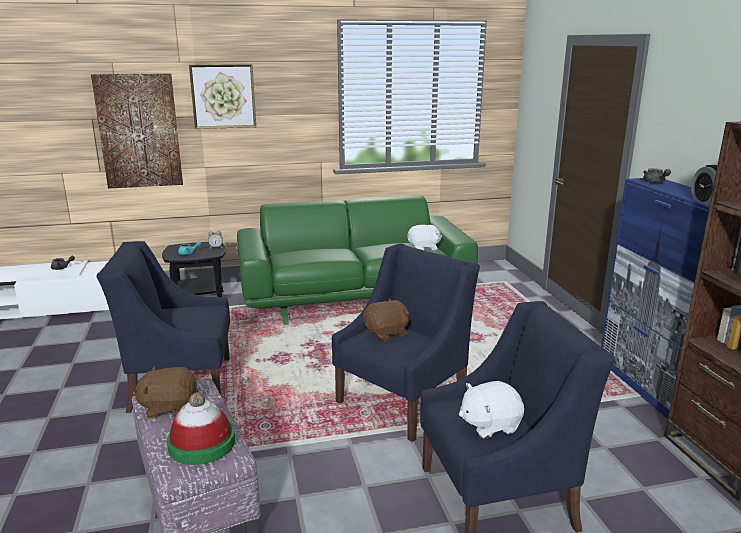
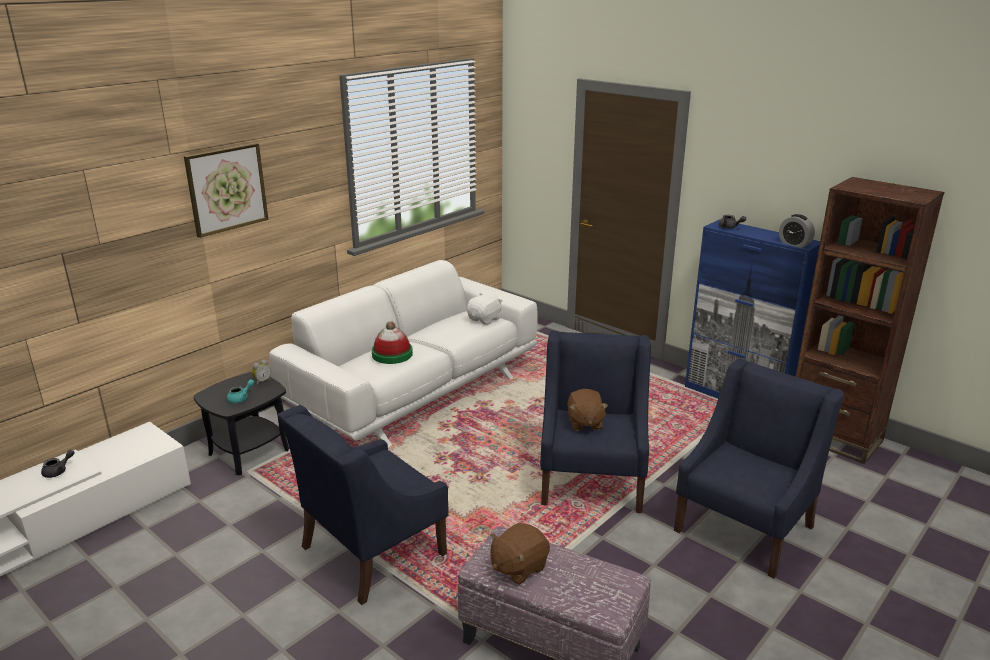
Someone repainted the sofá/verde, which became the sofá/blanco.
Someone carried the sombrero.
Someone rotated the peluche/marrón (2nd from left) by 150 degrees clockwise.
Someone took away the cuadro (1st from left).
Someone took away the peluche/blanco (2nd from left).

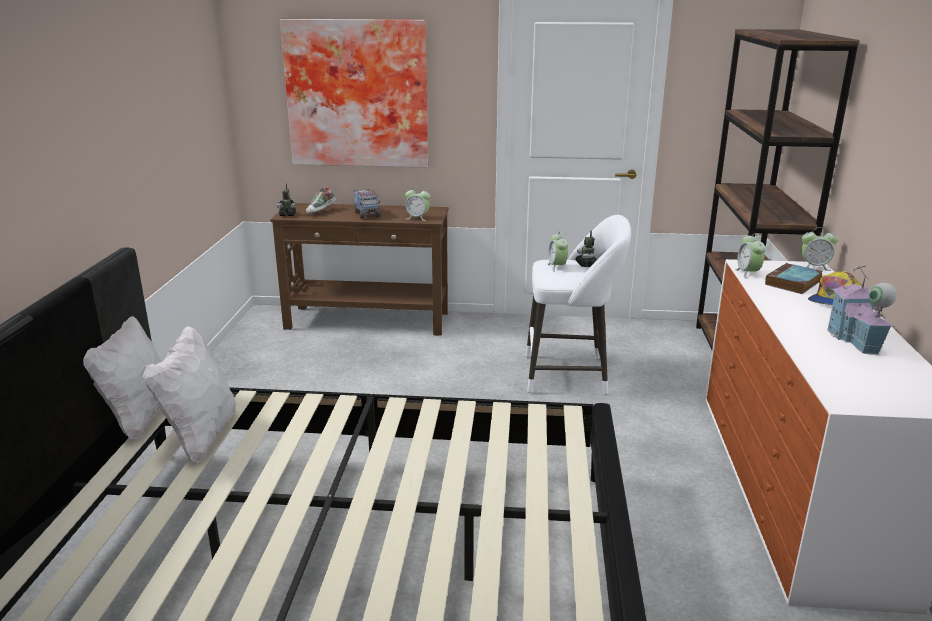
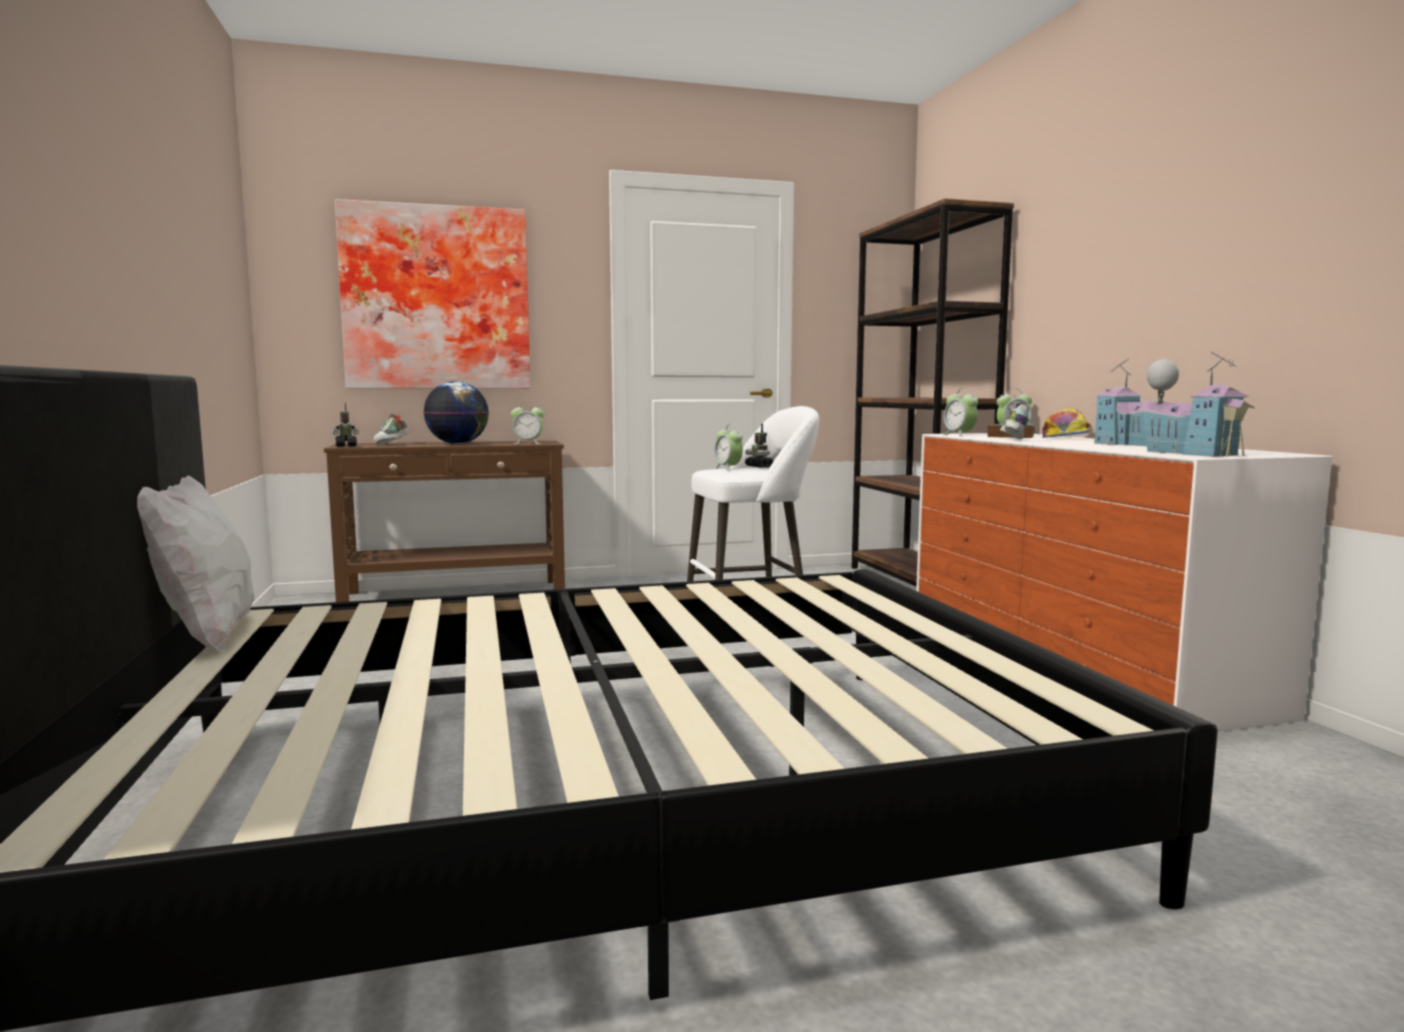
Someone swapped the camión de juguete for the globo terráqueo.
Someone put down the zapato (2nd from left).
Someone put down the casita (2nd from left).
Someone took away the cojín/blanco (2nd from left).

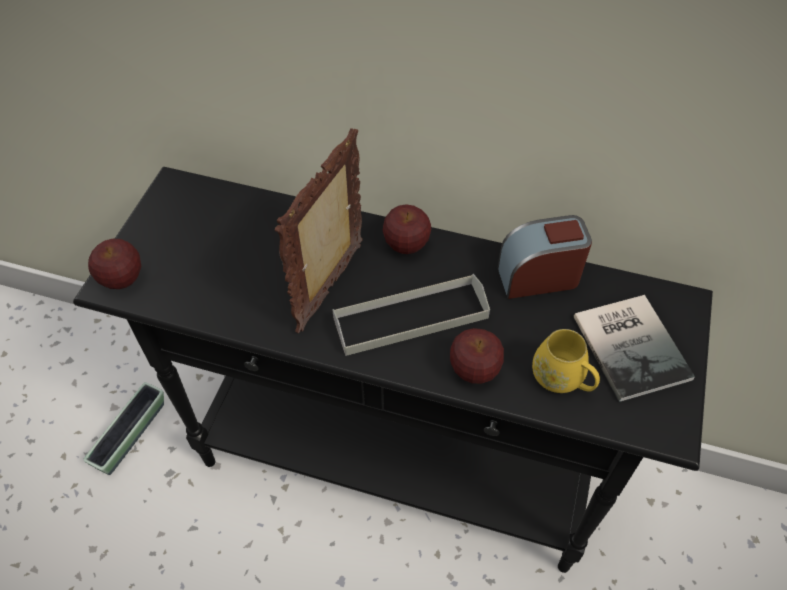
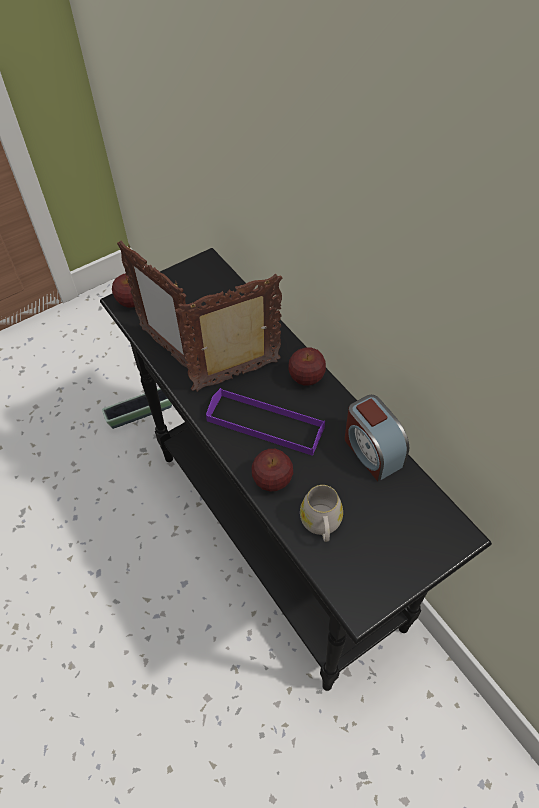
Someone put down the portarretratos (1st from left).
Someone repainted the bandeja/gris, which became the bandeja/morado.
Someone repainted the taza grande/amarillo, which became the taza grande/blanco.
Someone rotated the despertador by 150 degrees counterclockwise.
Someone took away the libro.

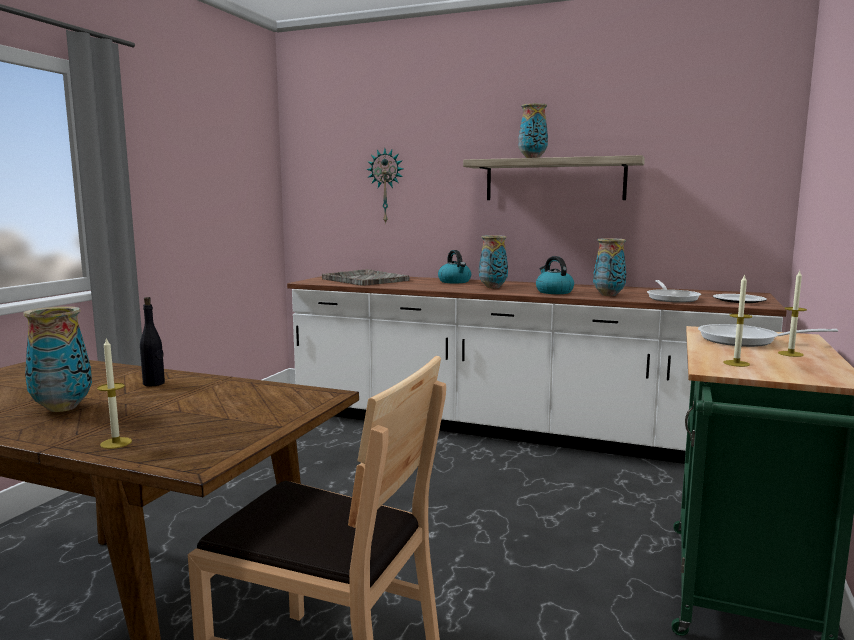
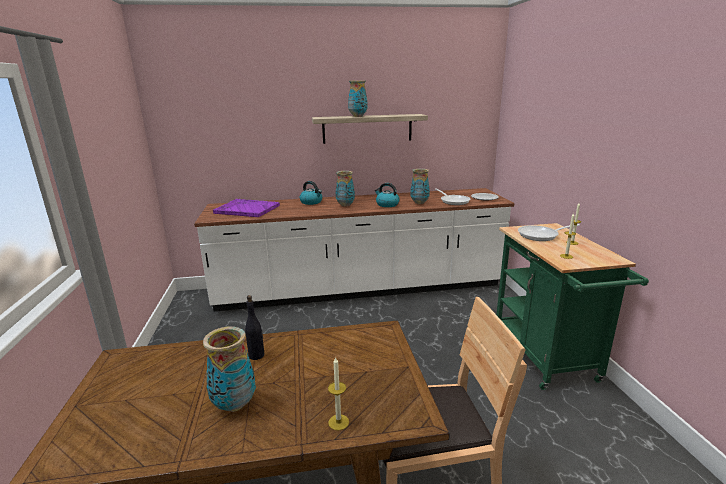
Someone repainted the bandeja/gris, which became the bandeja/morado.
Someone took away the reloj de pared.

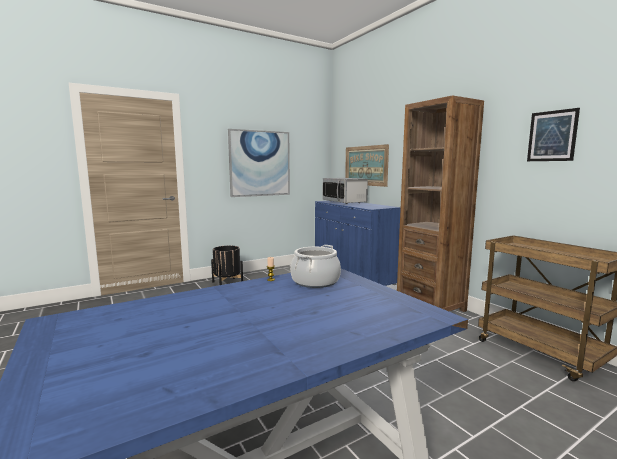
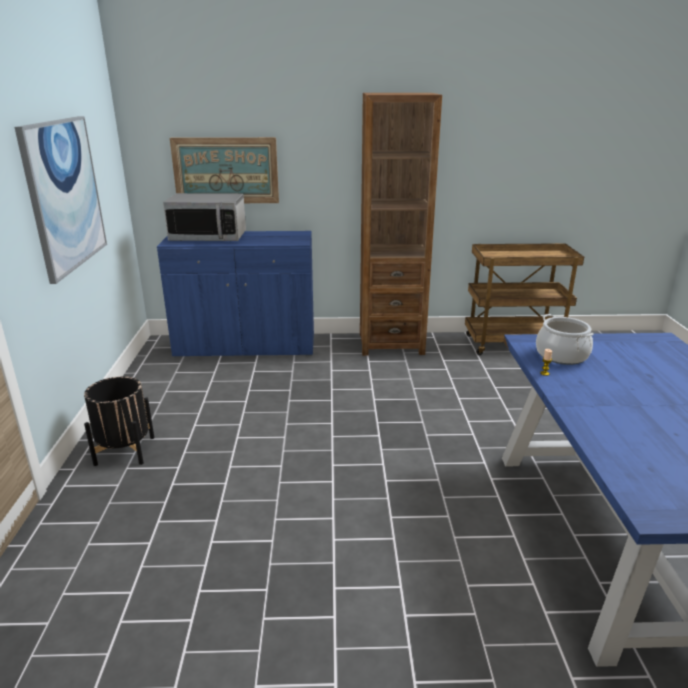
Someone took away the cuadro (3rd from left).

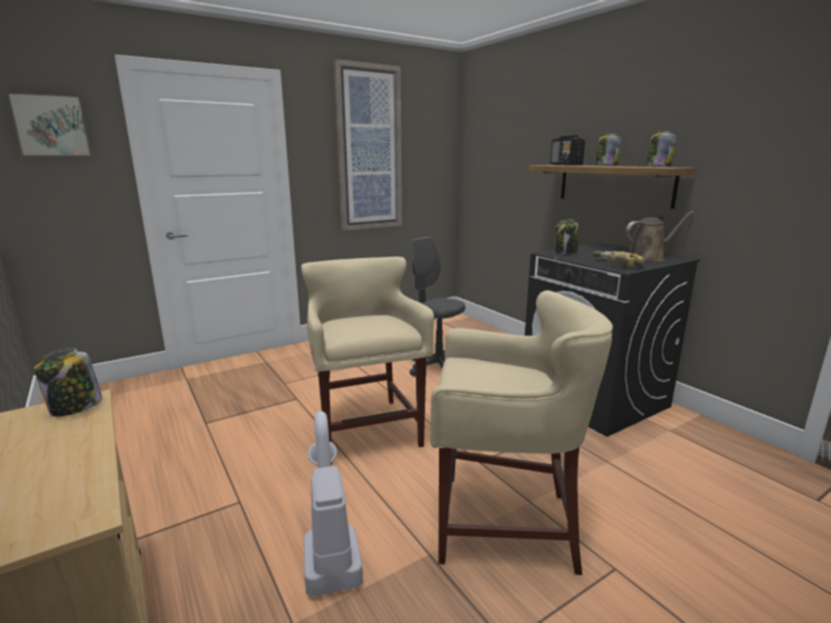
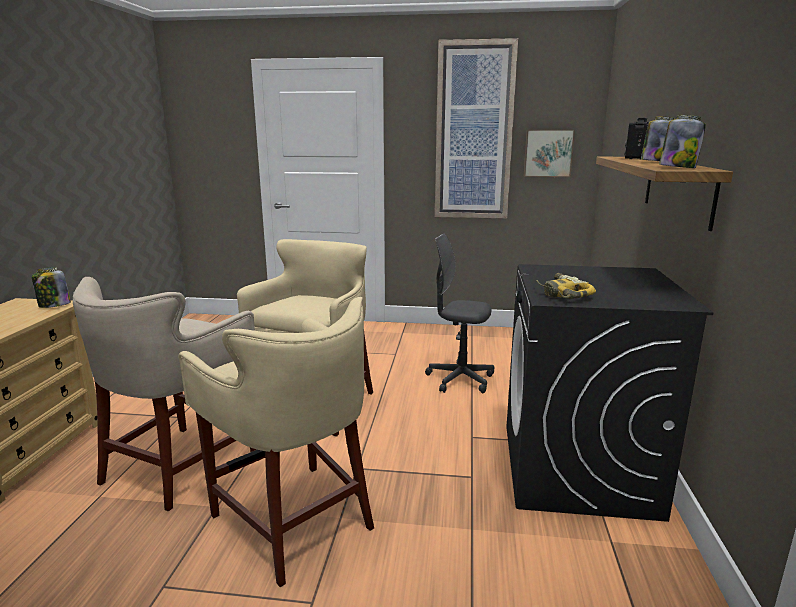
Someone swapped the aspiradora for the taburete/beis (1st from left).
Someone rotated the silla de oficina/gris by 60 degrees counterclockwise.
Someone carried the cuadro (1st from left in the first image).
Someone took away the tarro (2nd from left).
Someone took away the regadera/marrón.

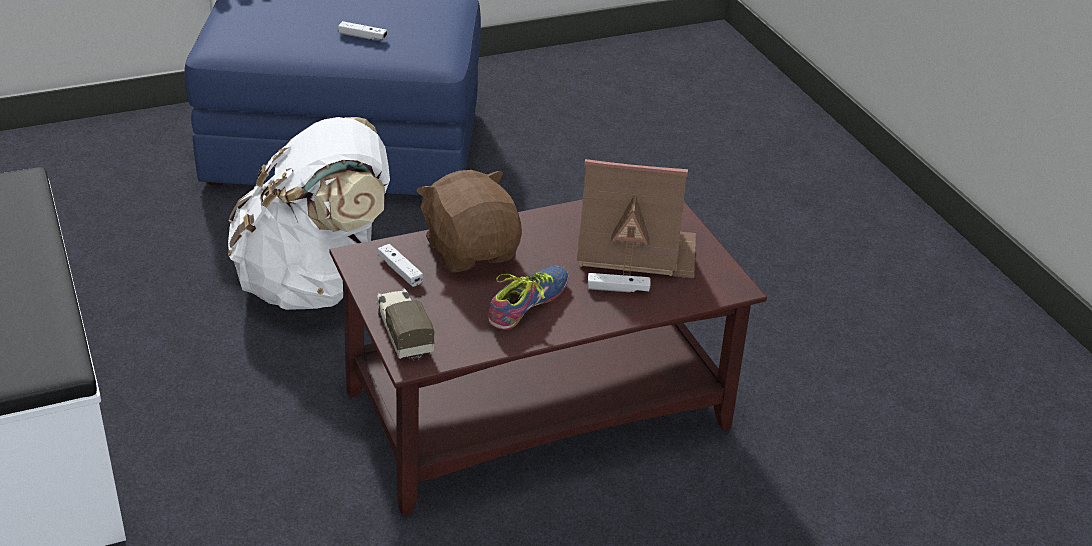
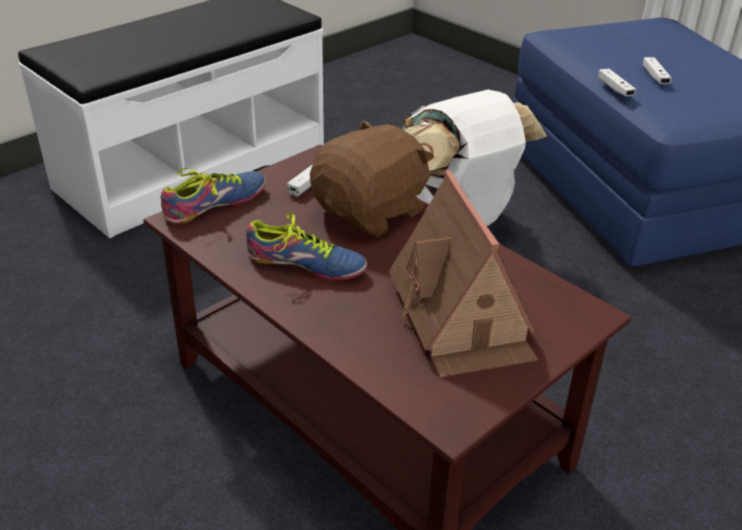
Someone swapped the camión de juguete for the zapato (1st from left).
Someone carried the mando de consola/blanco (3rd from left in the first image).

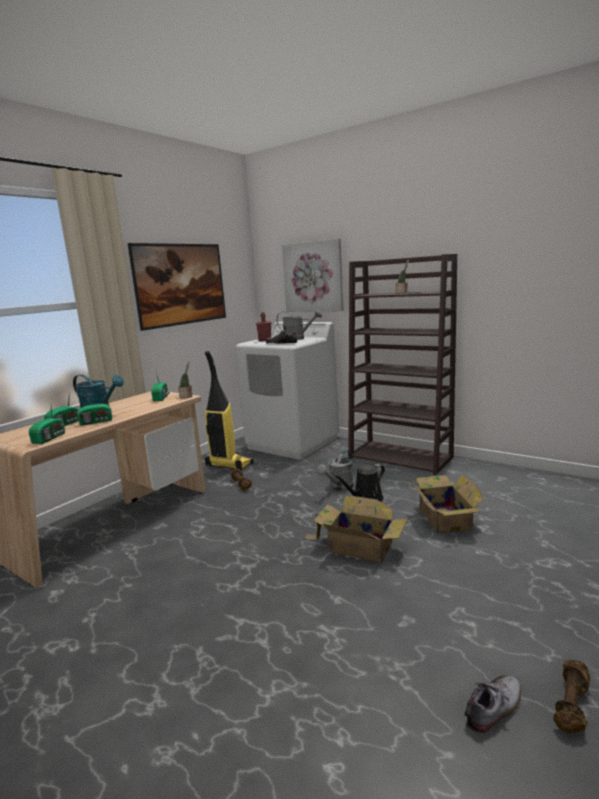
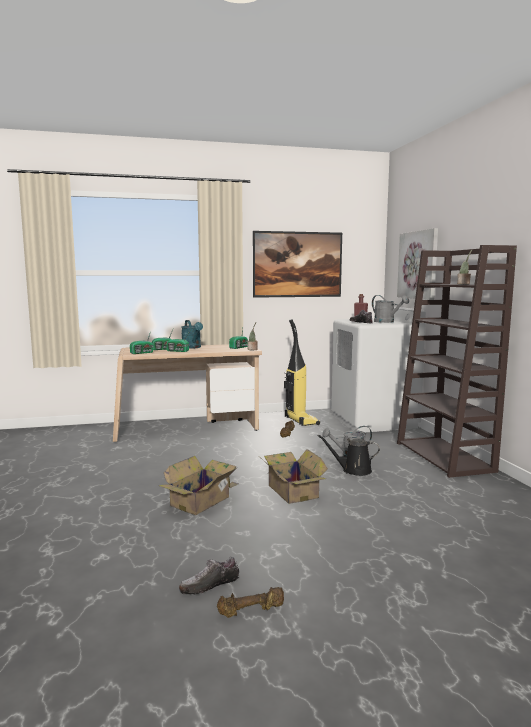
Someone carried the caja de cartón (2nd from left in the first image).
Someone rotated the zapato (2nd from left in the first image) by 150 degrees clockwise.

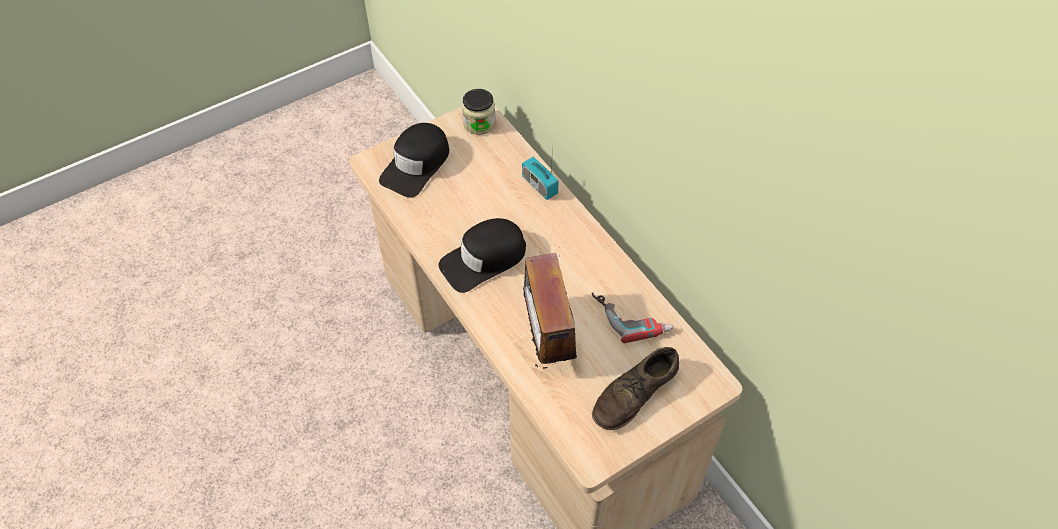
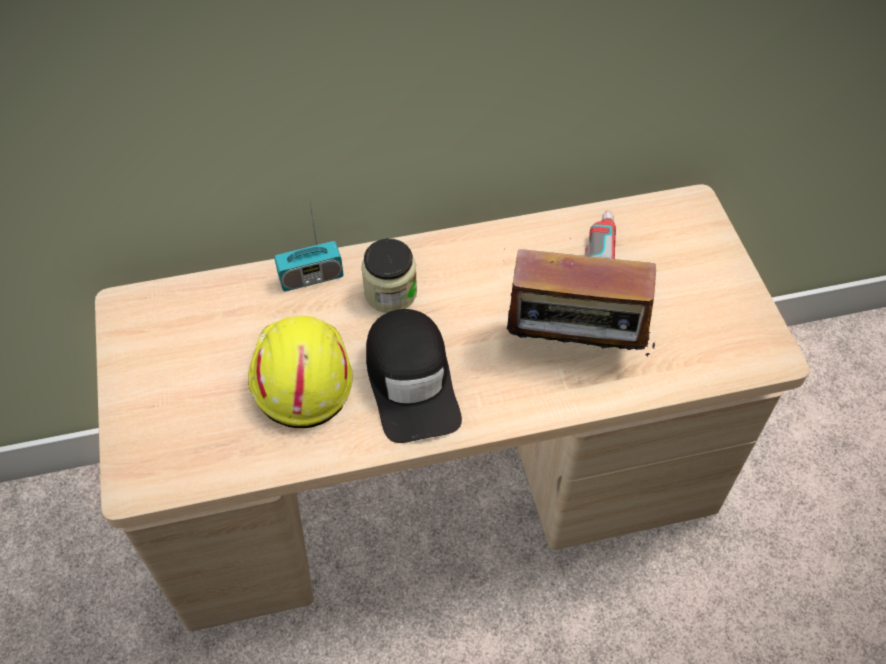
Someone put down the casco/amarillo.
Someone carried the tarro.
Someone took away the gorra/negro (1st from left).
Someone took away the zapato/marrón.

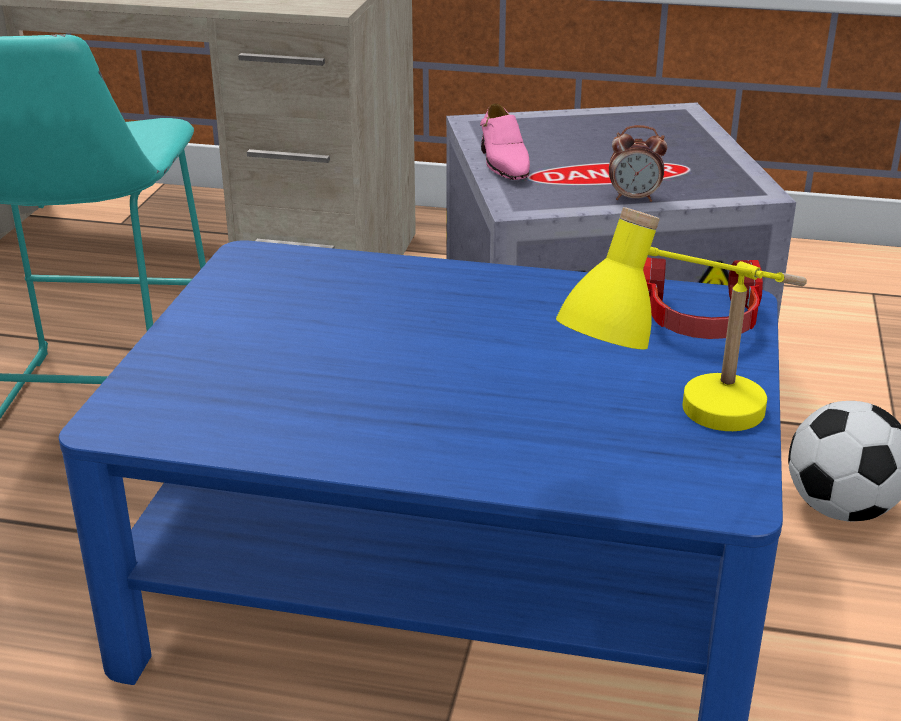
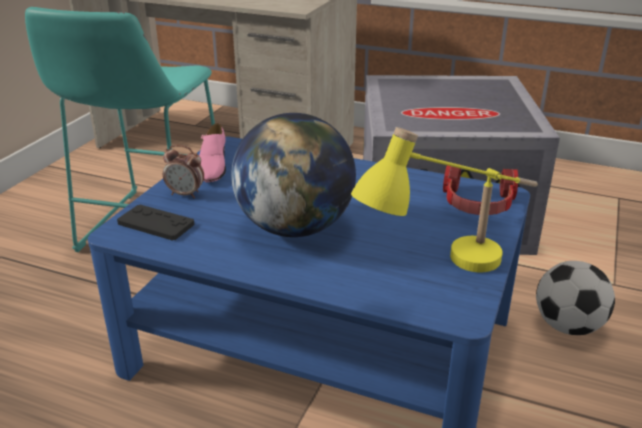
Someone put down the mando de consola/negro.
Someone carried the despertador.
Someone carried the zapato/rosa.
Someone put down the globo terráqueo.

